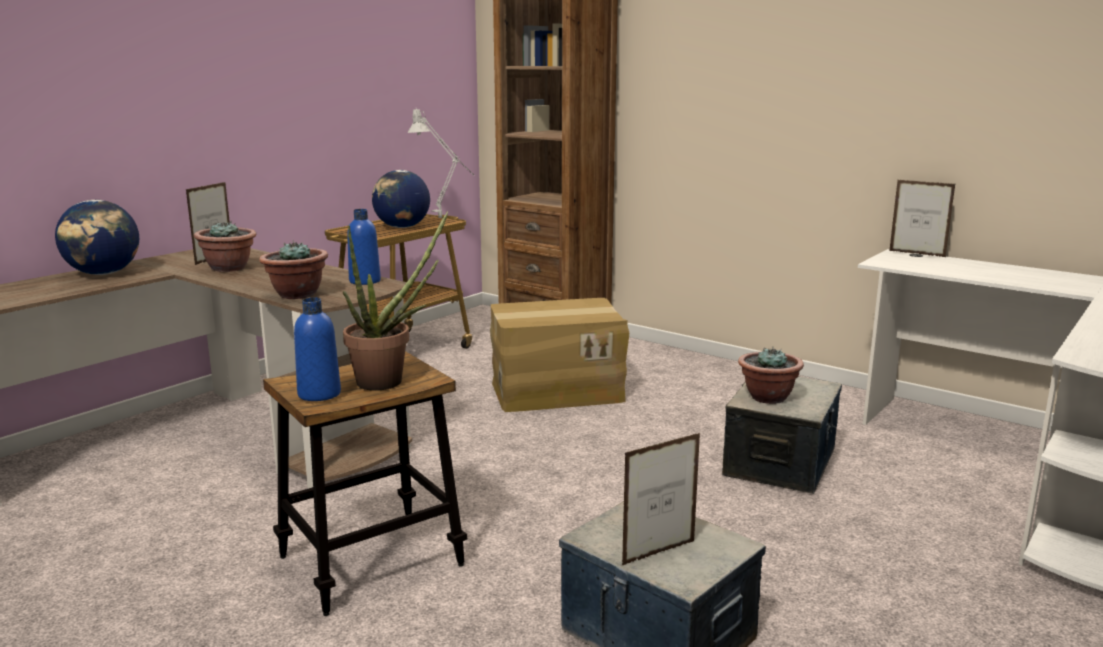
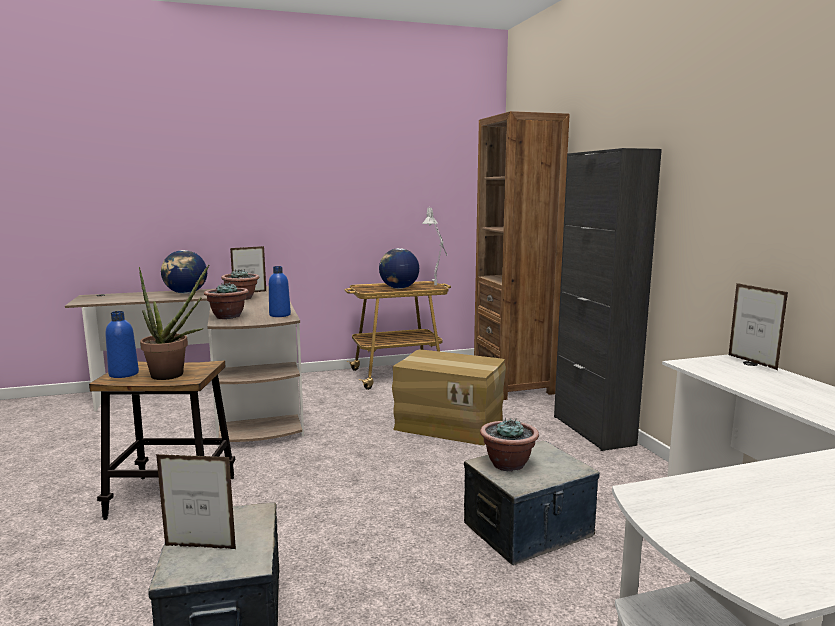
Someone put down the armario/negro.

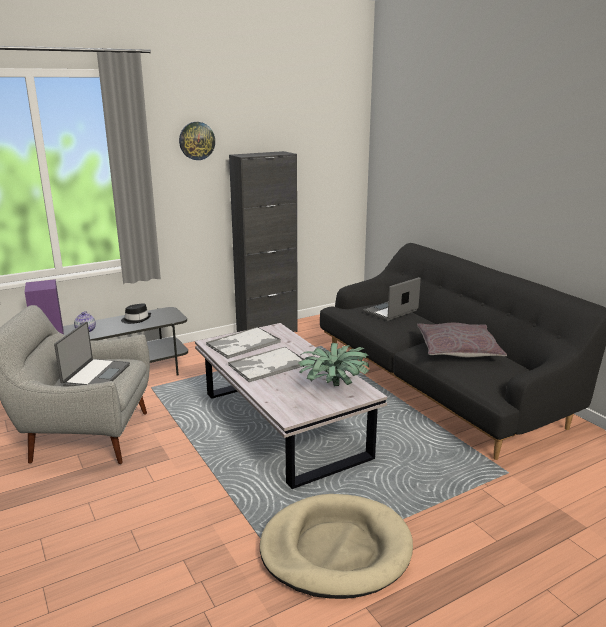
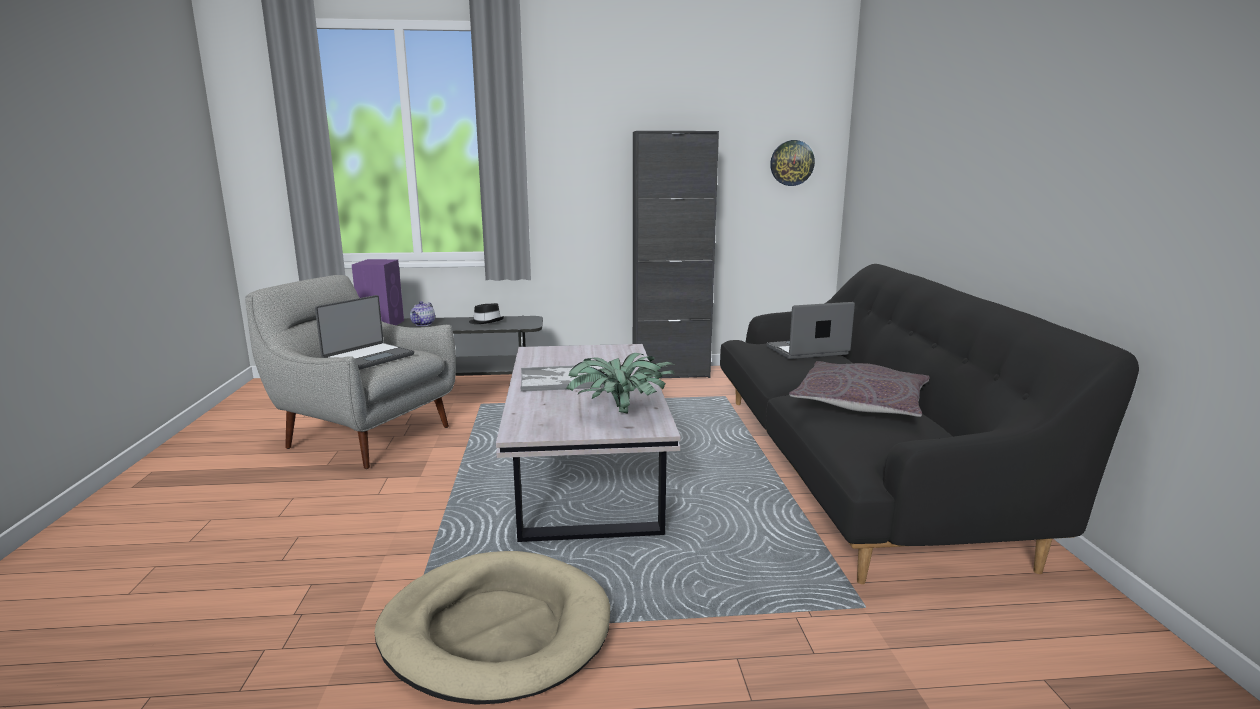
Someone carried the reloj de pared.
Someone took away the bandeja (1st from left).

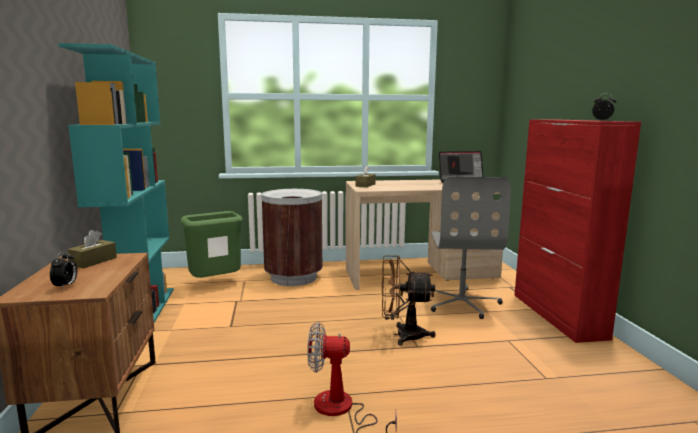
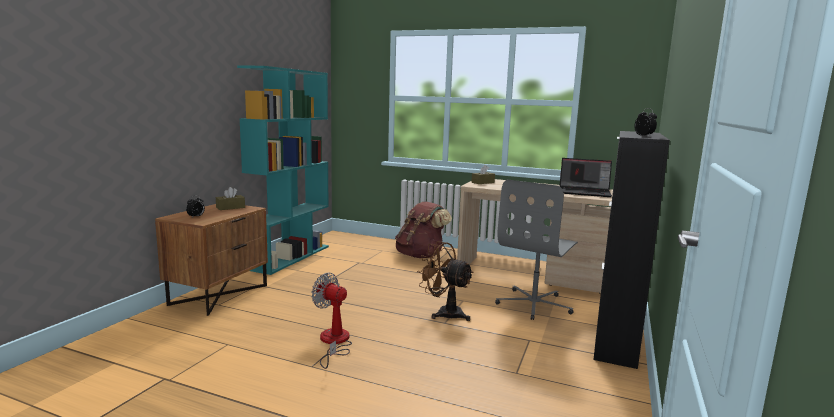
Someone swapped the papelera/marrón for the mochila/marrón.
Someone repainted the armario/rojo, which became the armario/negro.
Someone took away the papelera/verde.

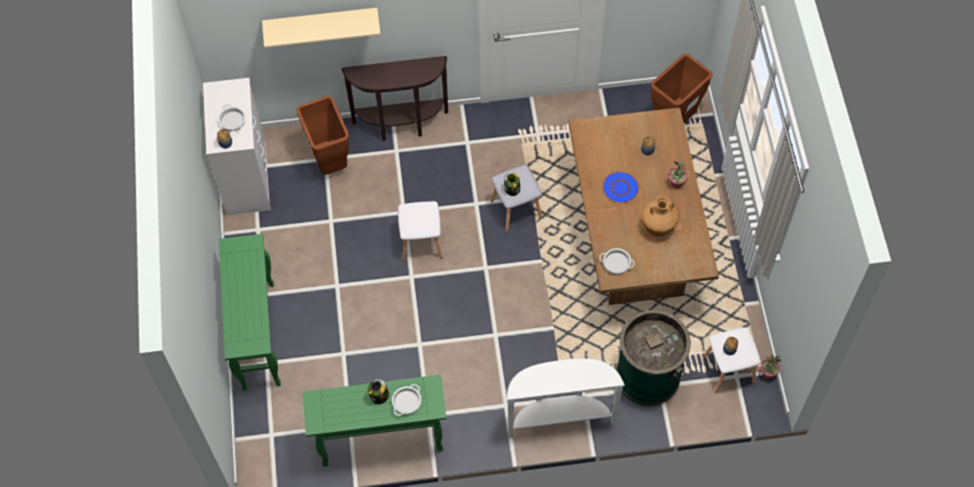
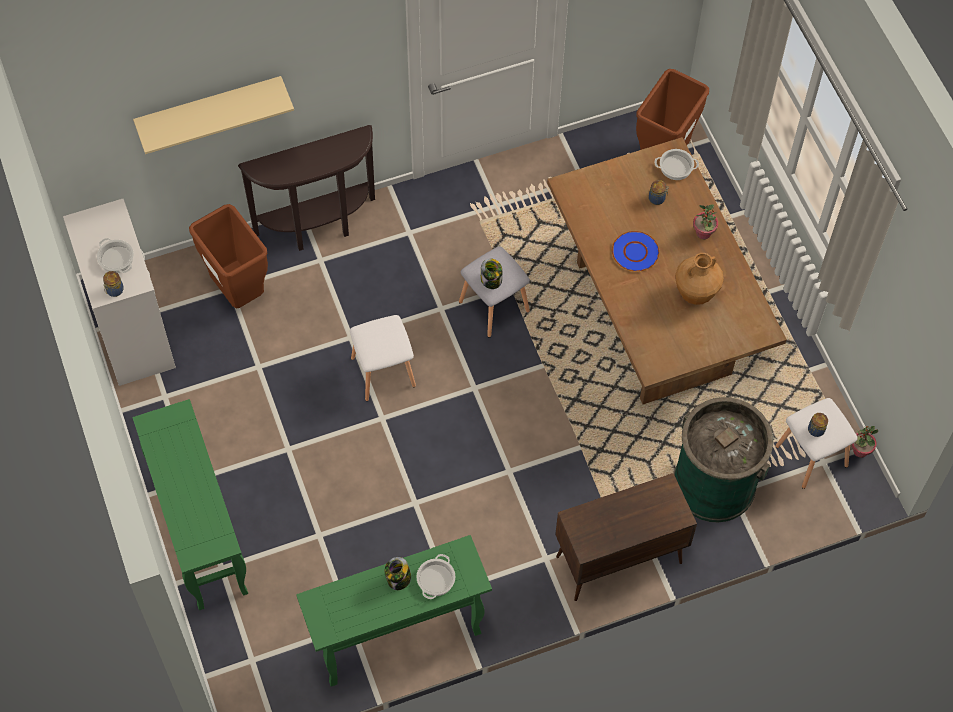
Someone swapped the mesa consola/blanco for the armario/marrón.
Someone carried the olla (3rd from left).

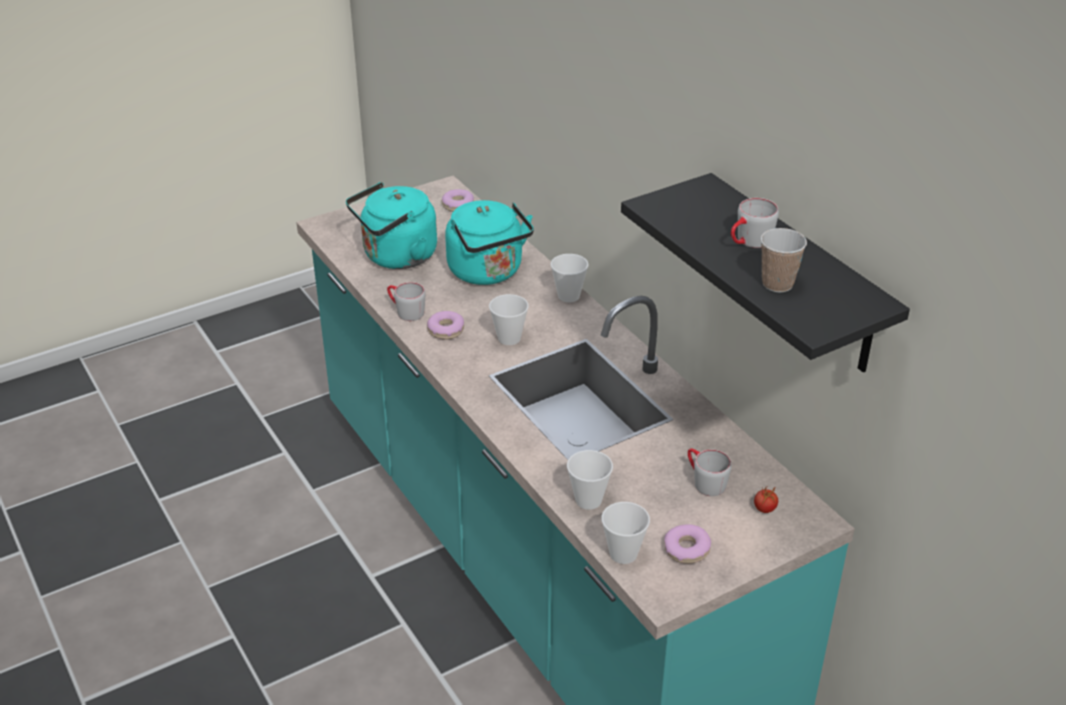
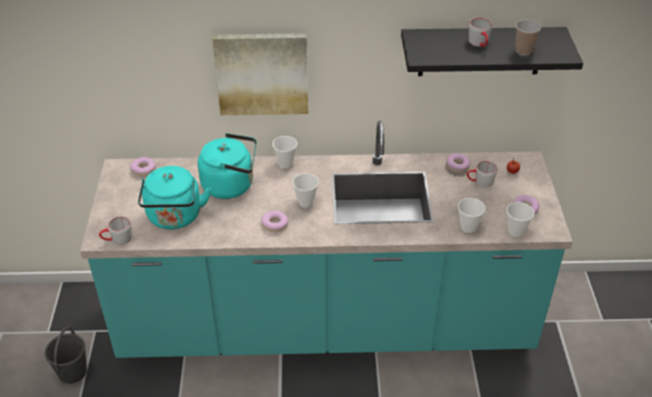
Someone put down the cubo/gris.
Someone carried the taza grande/gris (1st from left).
Someone put up the cuadro.
Someone put down the rosquilla (3rd from left).

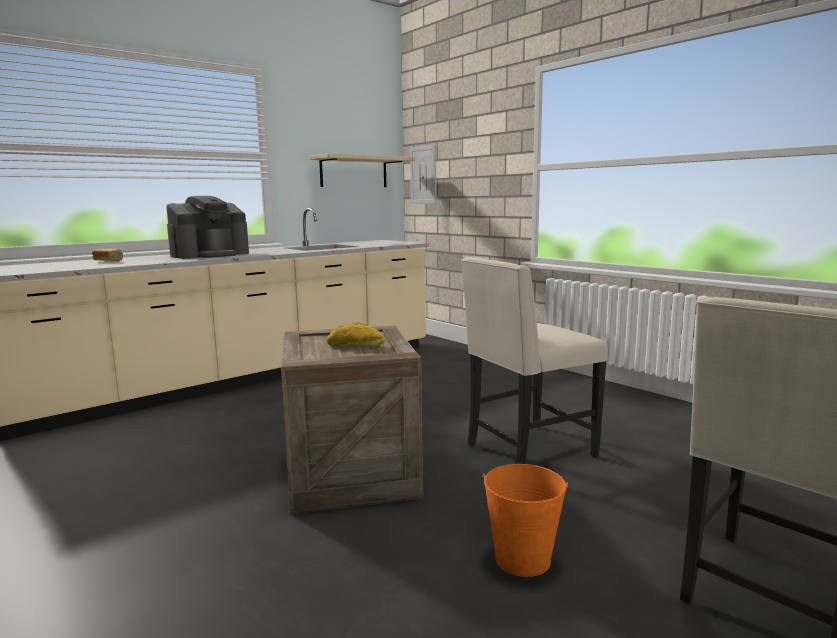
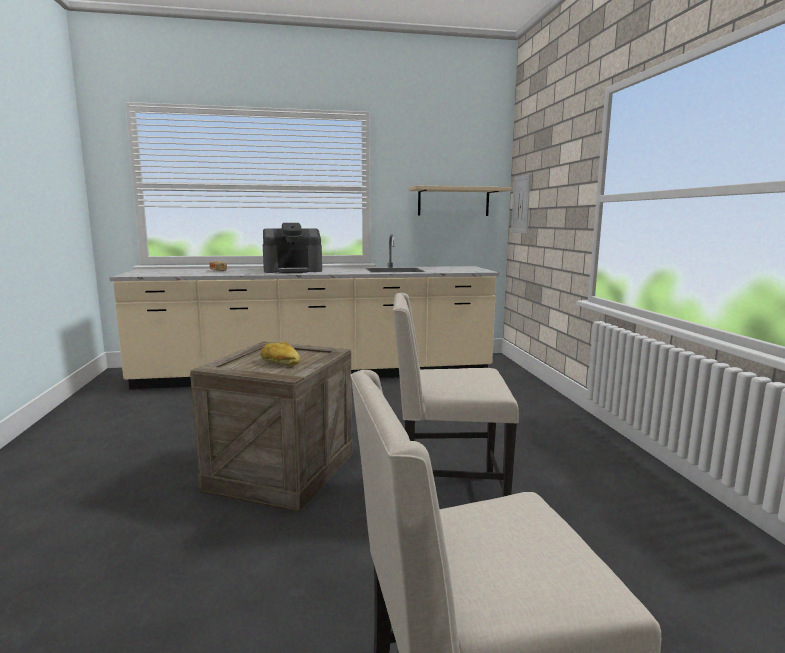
Someone took away the cubo/naranja.

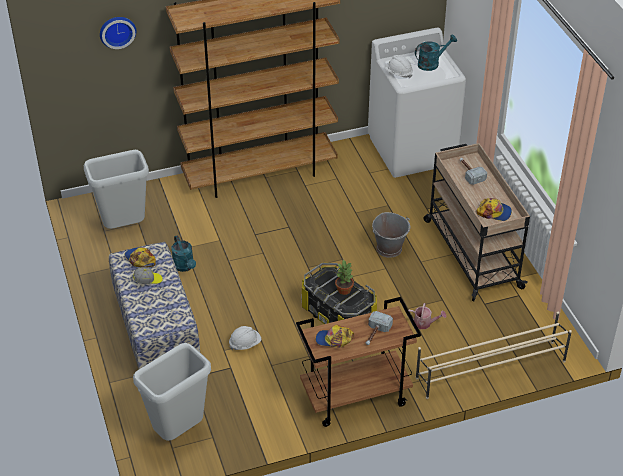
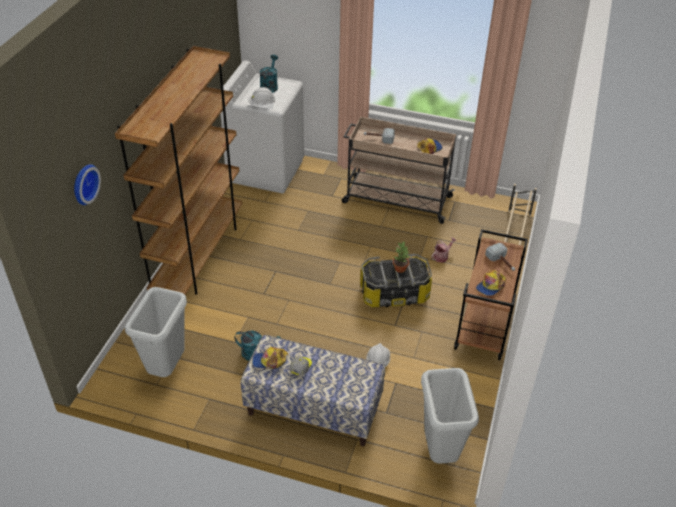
Someone took away the cubo/gris.

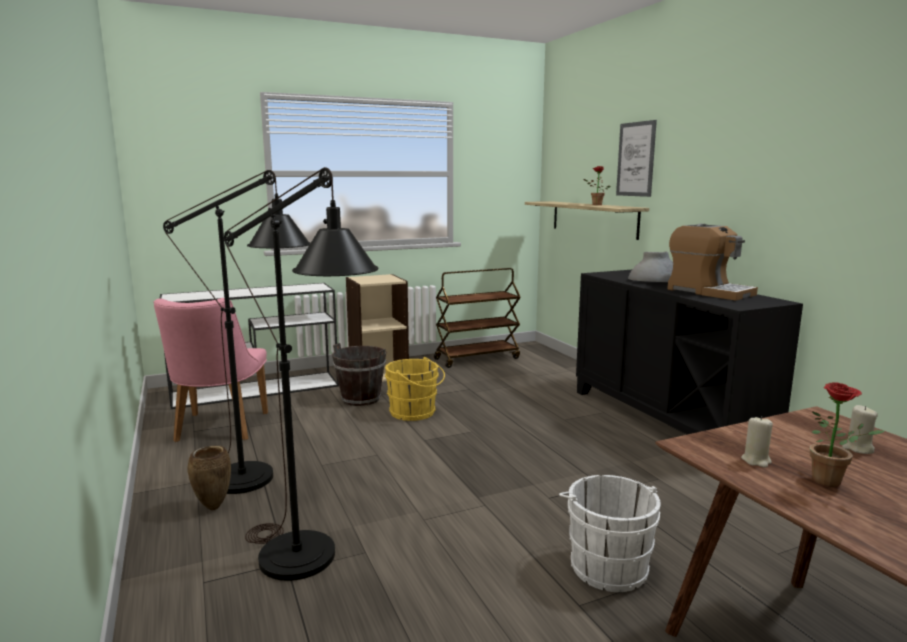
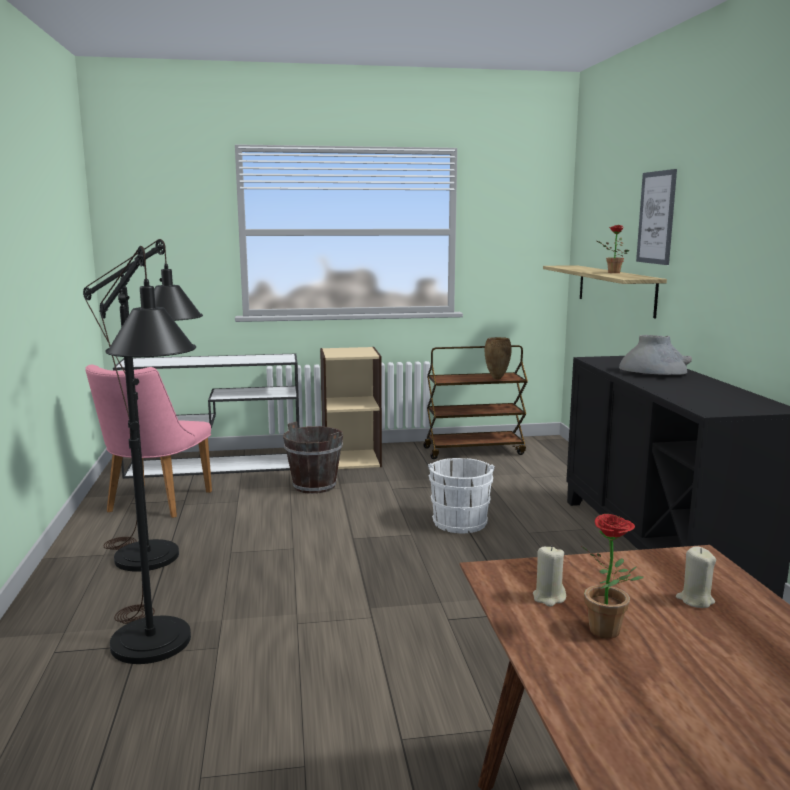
Someone carried the cubo/blanco.
Someone carried the florero/marrón.
Someone took away the cubo/amarillo.
Someone took away the cafetera.

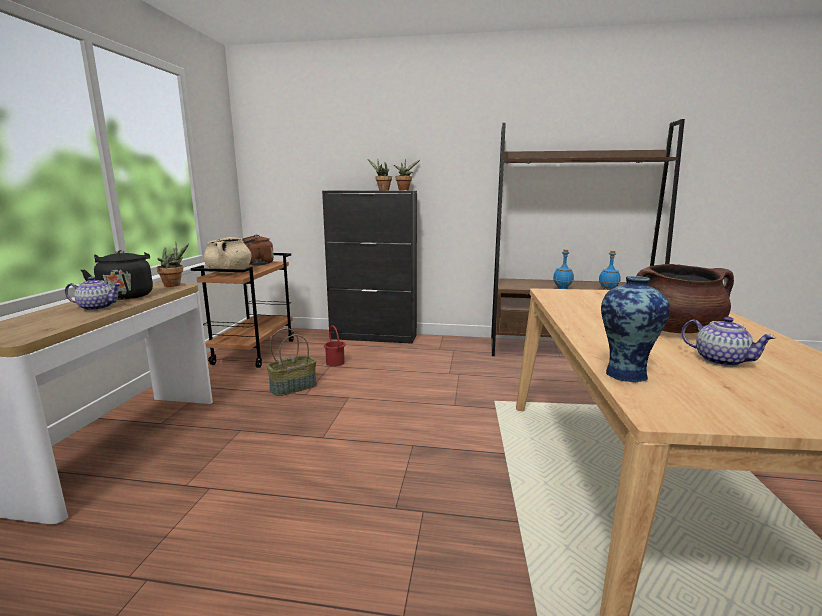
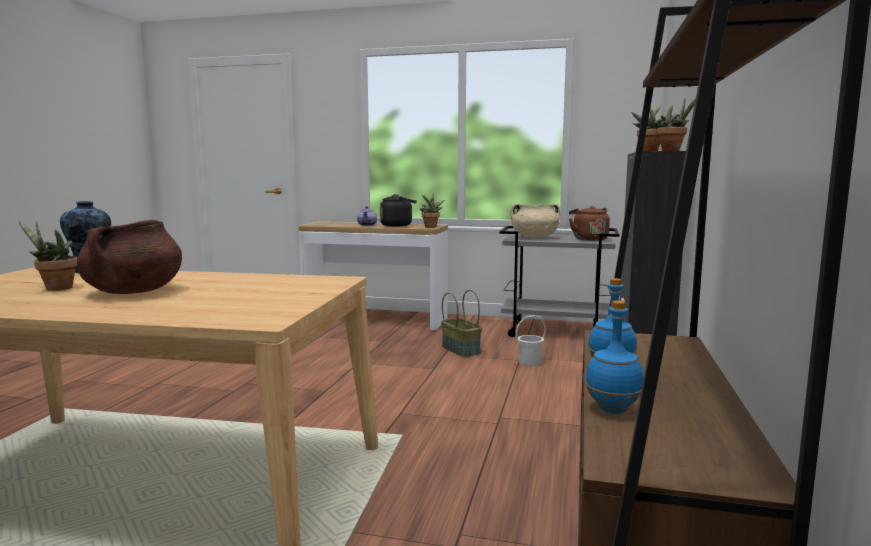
Someone swapped the tetera (2nd from left) for the planta en maceta (1st from left).
Someone repainted the carrito/marrón, which became the carrito/gris.
Someone repainted the cubo/rojo, which became the cubo/blanco.

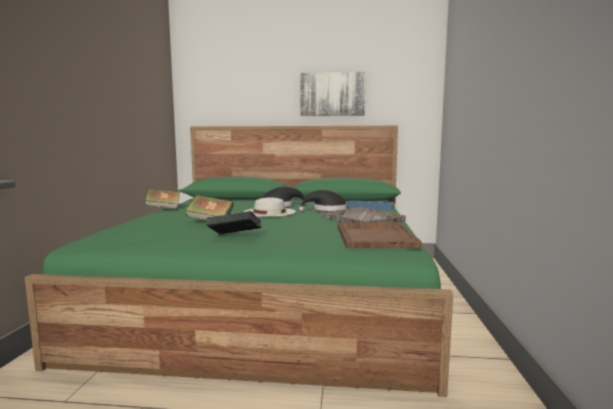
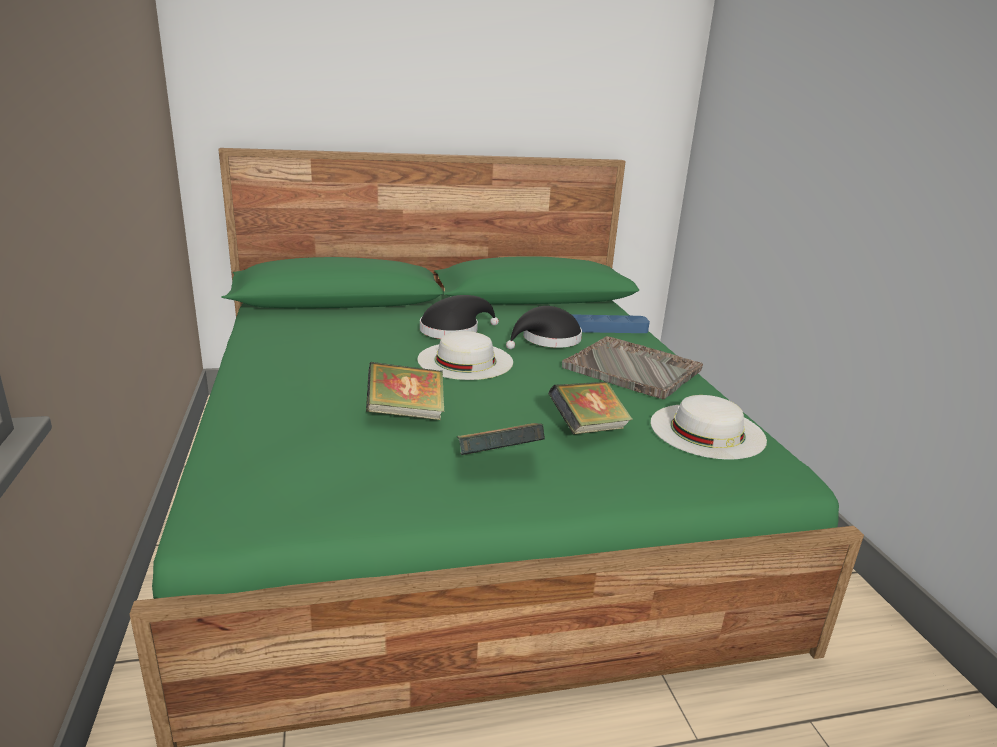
Someone carried the libro (1st from left in the first image).
Someone swapped the bandeja/marrón for the sombrero/blanco (2nd from left).
Someone took away the cuadro.

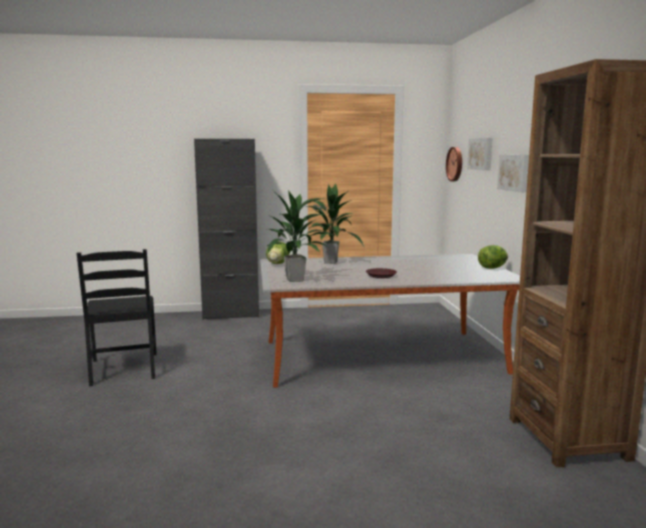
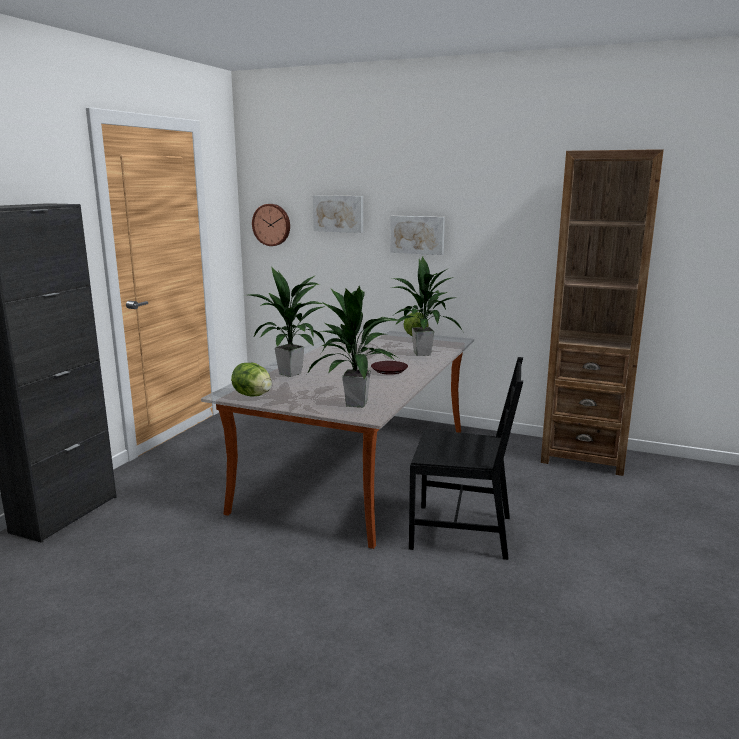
Someone put down the planta en maceta (3rd from left).
Someone carried the silla/negro.

